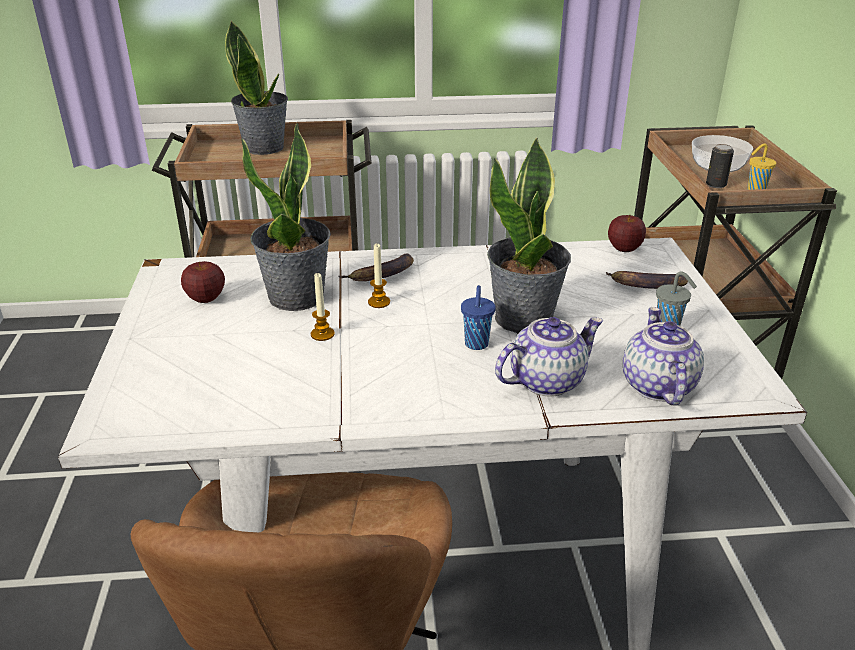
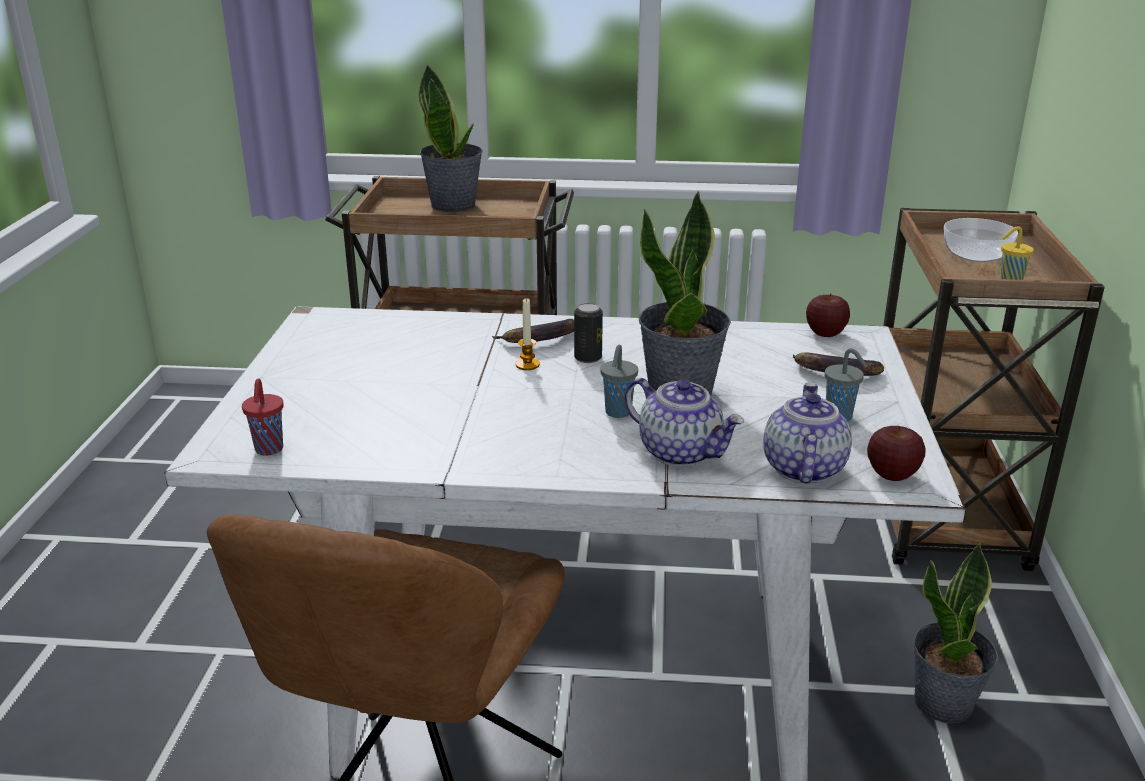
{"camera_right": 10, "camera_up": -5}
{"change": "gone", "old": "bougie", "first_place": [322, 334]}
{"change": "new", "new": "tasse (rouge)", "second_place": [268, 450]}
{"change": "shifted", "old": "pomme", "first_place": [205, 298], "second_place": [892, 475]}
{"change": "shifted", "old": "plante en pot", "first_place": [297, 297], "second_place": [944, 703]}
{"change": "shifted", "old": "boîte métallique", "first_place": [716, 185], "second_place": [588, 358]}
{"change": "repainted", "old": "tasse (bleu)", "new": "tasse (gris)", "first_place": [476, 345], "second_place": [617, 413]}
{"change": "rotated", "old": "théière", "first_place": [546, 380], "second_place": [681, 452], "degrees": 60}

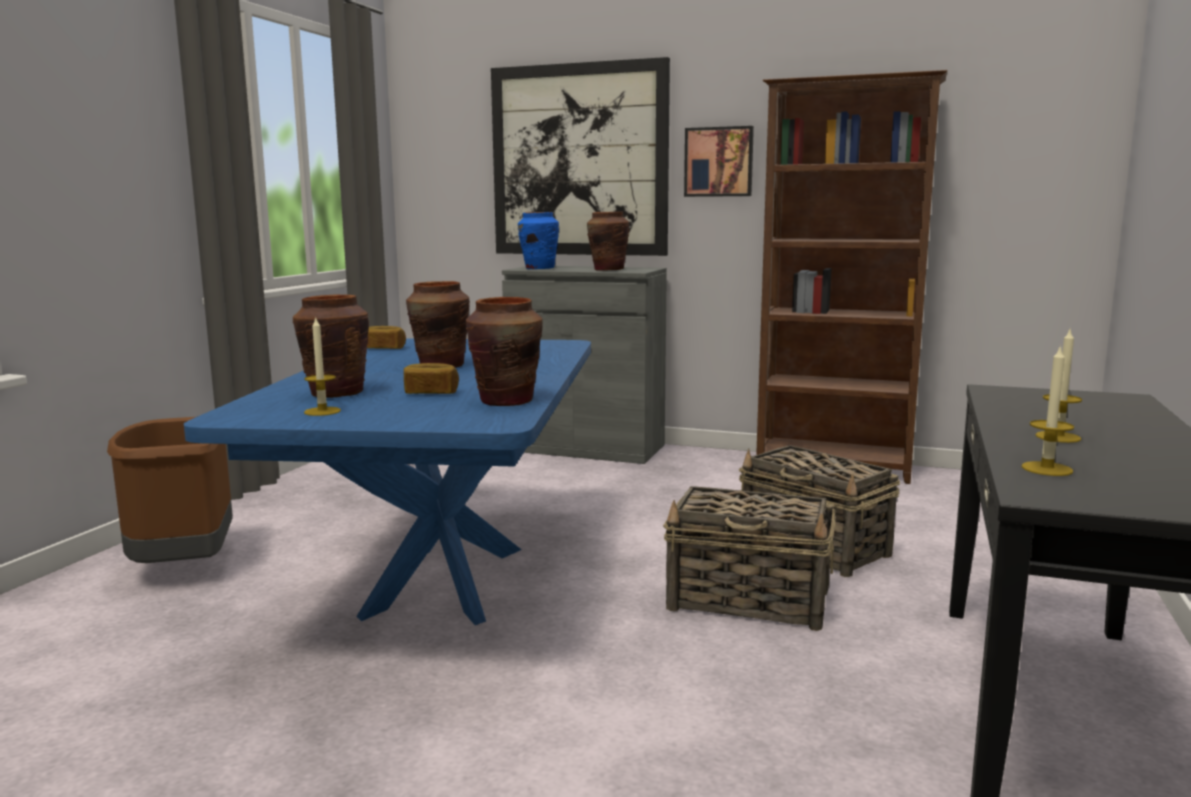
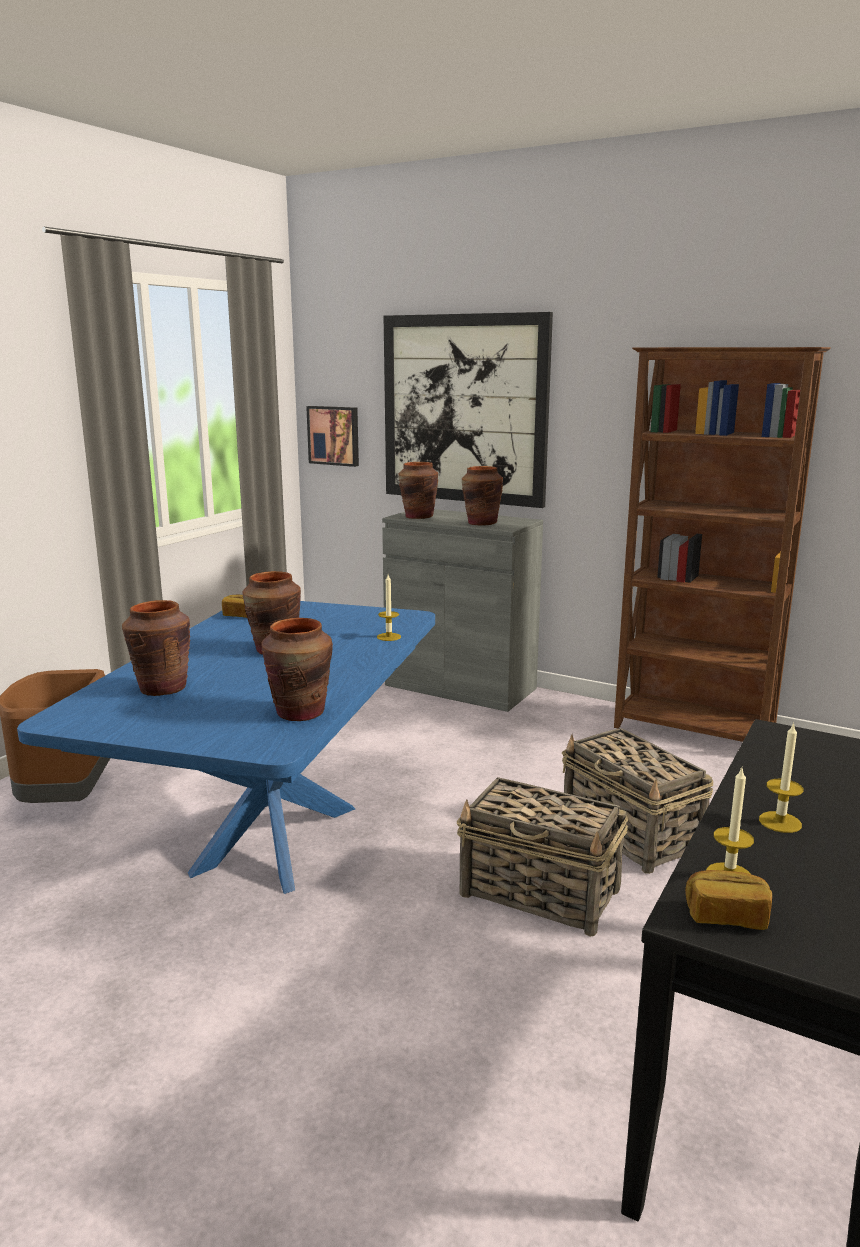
{"camera_right": 10, "camera_up": 5}
{"change": "shifted", "old": "bougie", "first_place": [322, 411], "second_place": [389, 637]}
{"change": "shifted", "old": "pain", "first_place": [431, 393], "second_place": [726, 916]}
{"change": "shifted", "old": "tableau", "first_place": [719, 162], "second_place": [334, 435]}
{"change": "repainted", "old": "vase (bleu)", "new": "vase (marron)", "first_place": [539, 268], "second_place": [418, 517]}

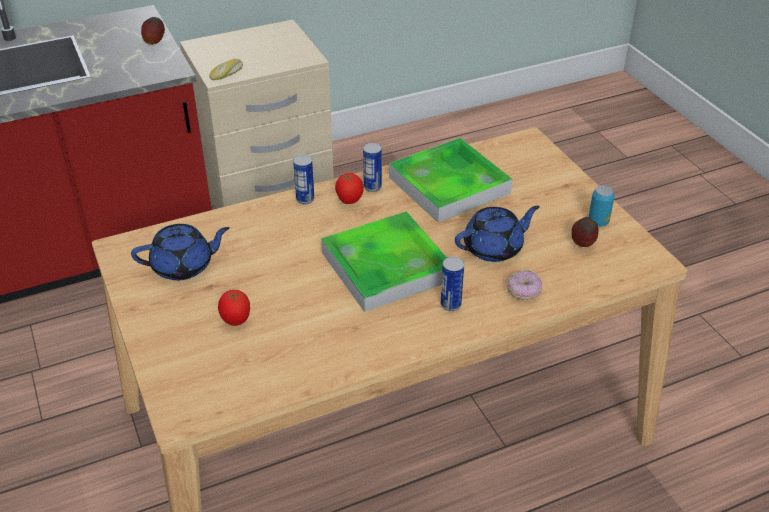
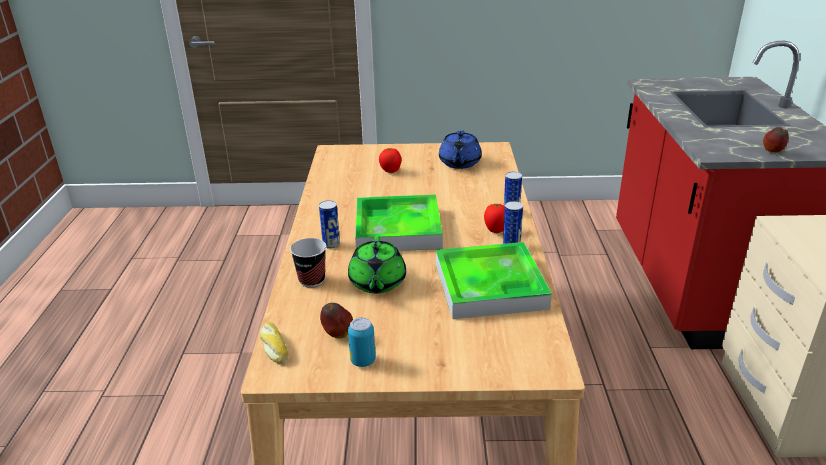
{"camera_right": 115, "camera_up": -10}
{"change": "shifted", "old": "pain", "first_place": [227, 74], "second_place": [273, 347]}
{"change": "swapped", "old": "beignet", "new": "tasse", "first_place": [523, 292], "second_place": [311, 280]}
{"change": "repainted", "old": "théière (bleu)", "new": "théière (vert)", "first_place": [494, 248], "second_place": [377, 283]}

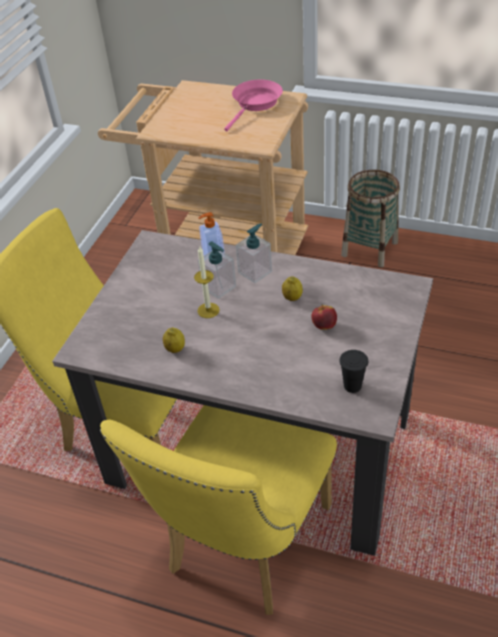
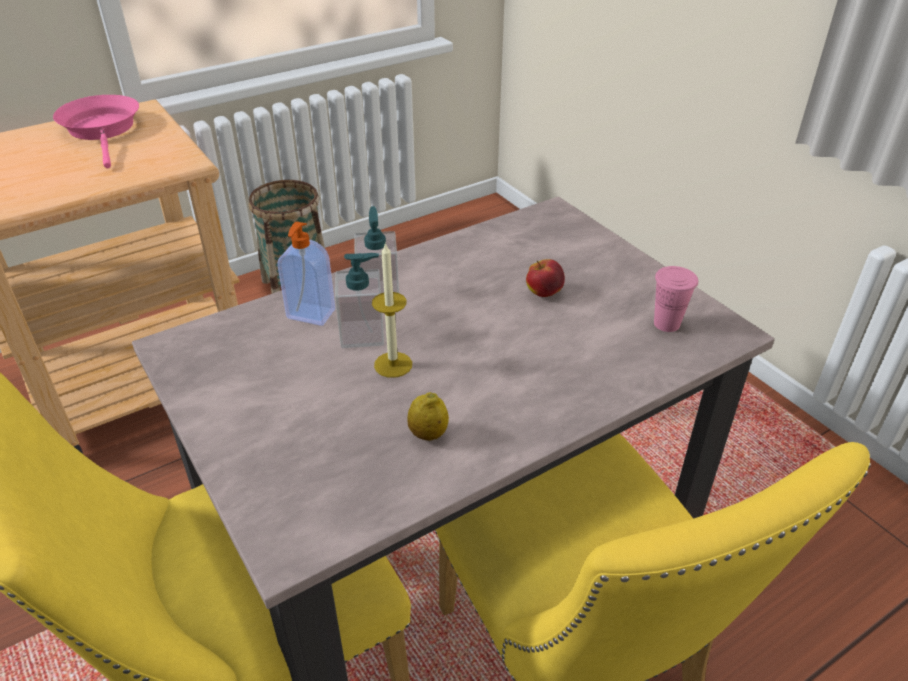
{"camera_right": -55, "camera_up": -5}
{"change": "gone", "old": "citron", "first_place": [292, 298]}
{"change": "repainted", "old": "tasse (noir)", "new": "tasse (rose)", "first_place": [352, 386], "second_place": [666, 324]}

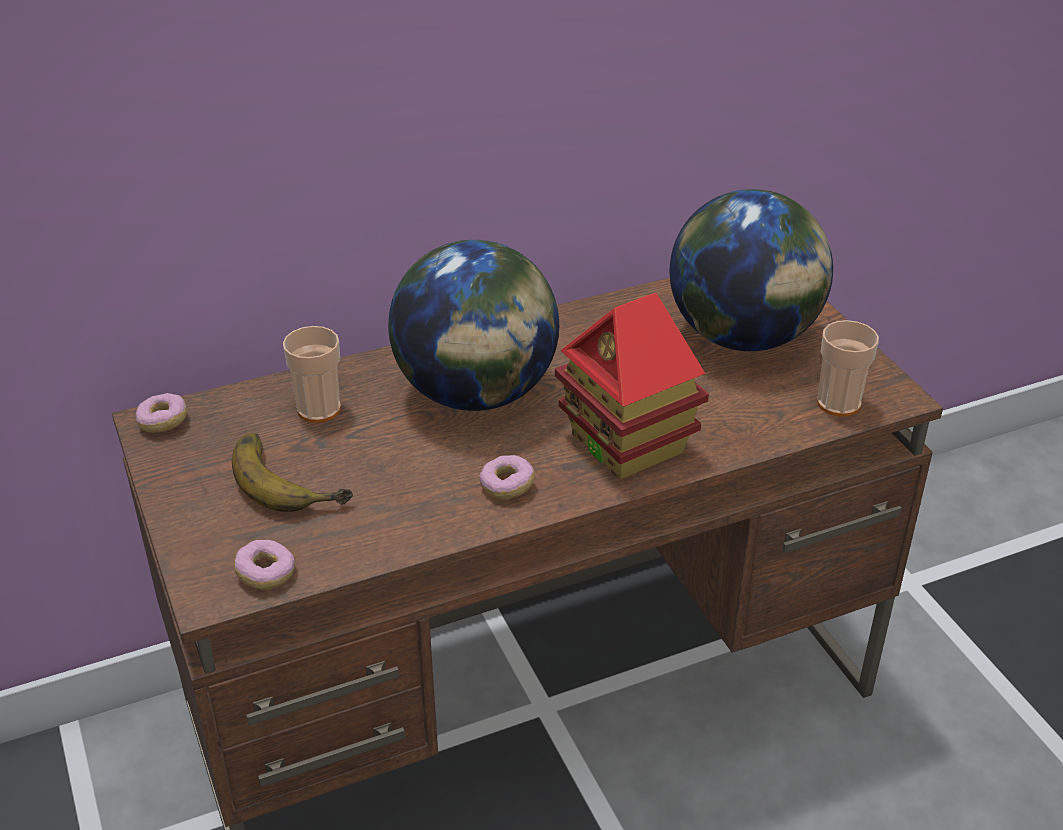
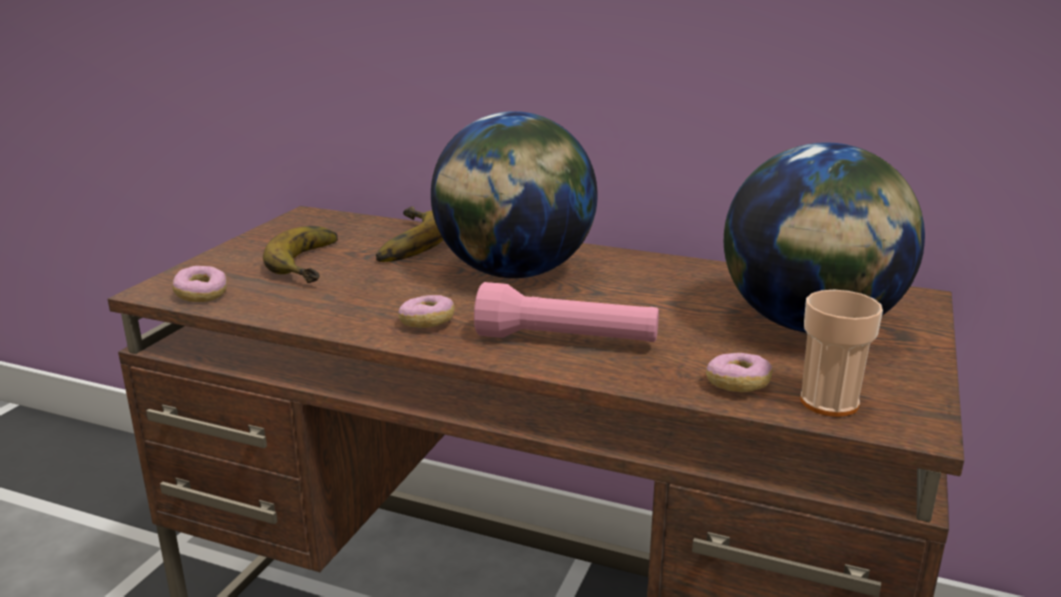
{"camera_right": 45, "camera_up": -15}
{"change": "shifted", "old": "beignet", "first_place": [163, 422], "second_place": [737, 385]}
{"change": "swapped", "old": "tasse", "new": "banane", "first_place": [319, 409], "second_place": [401, 242]}
{"change": "swapped", "old": "maison miniature", "new": "lampe de poche (rose)", "first_place": [627, 444], "second_place": [566, 341]}

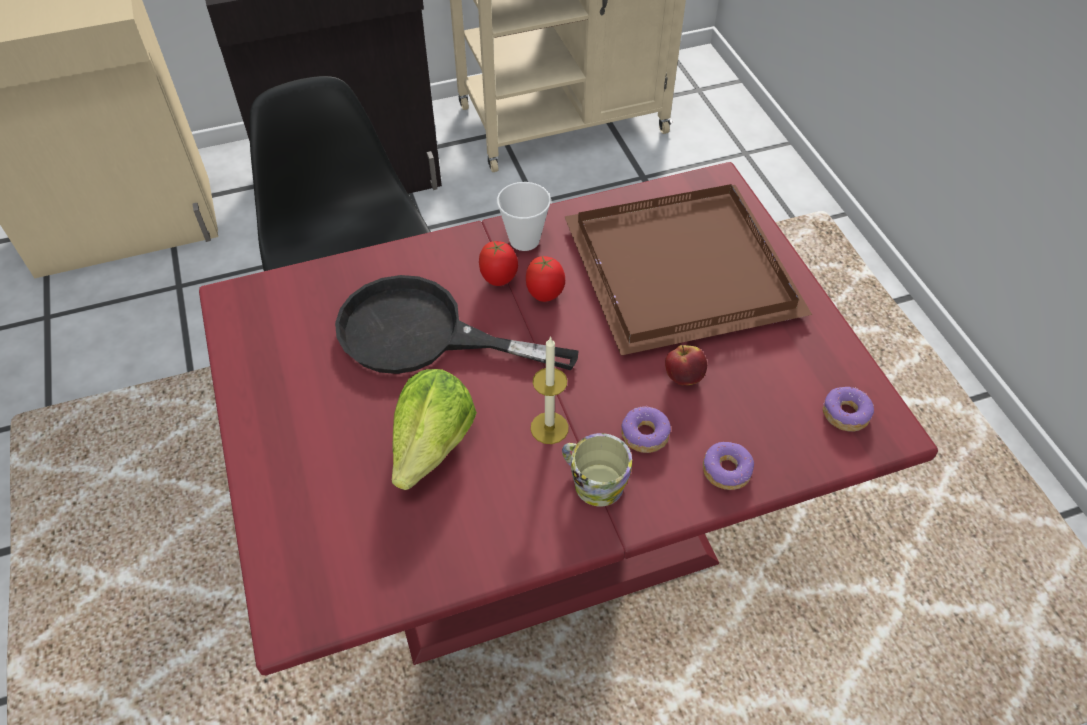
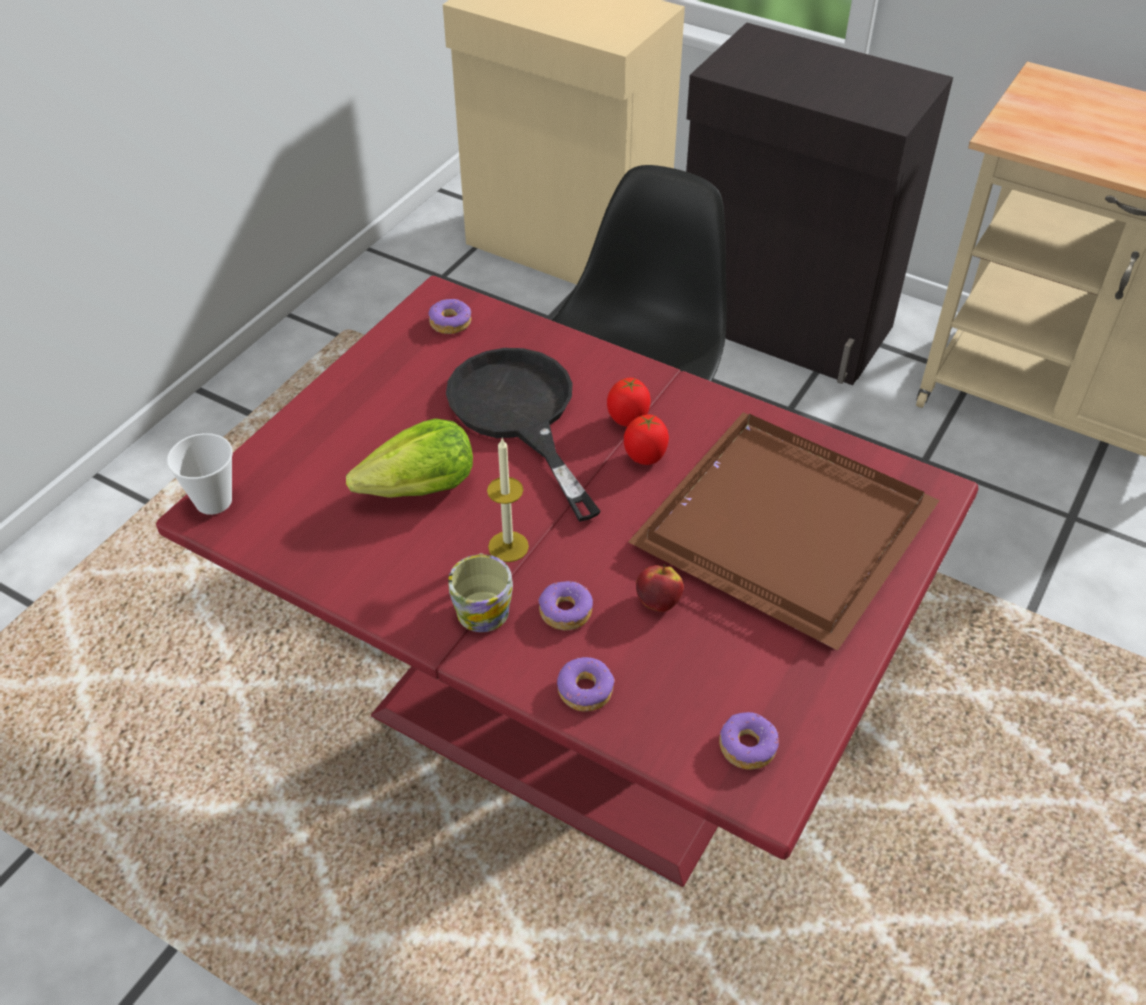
{"camera_right": 50, "camera_up": -5}
{"change": "new", "new": "beignet", "second_place": [450, 322]}
{"change": "shifted", "old": "tasse", "first_place": [524, 240], "second_place": [214, 501]}

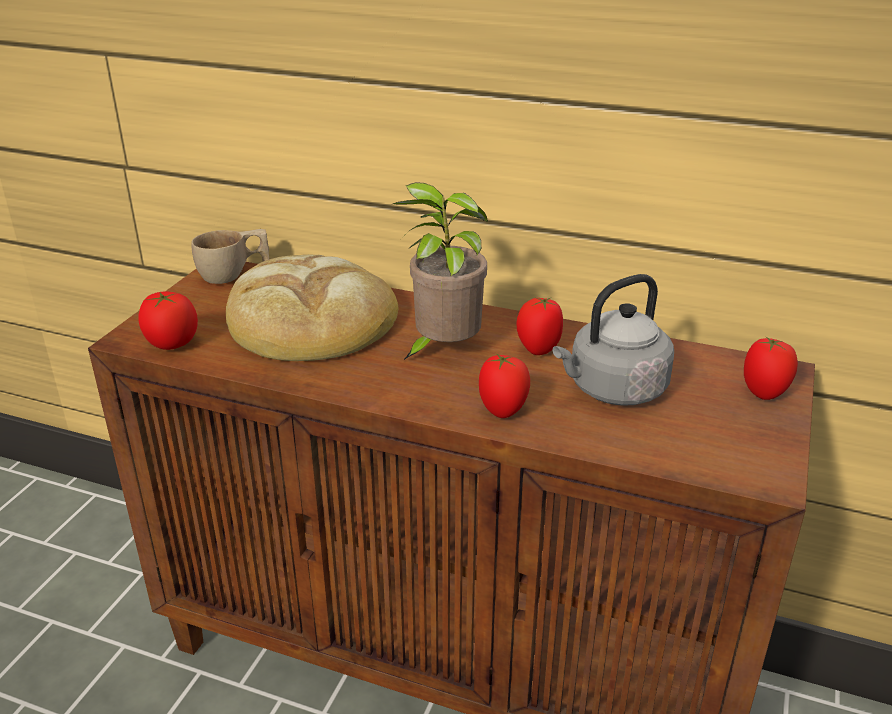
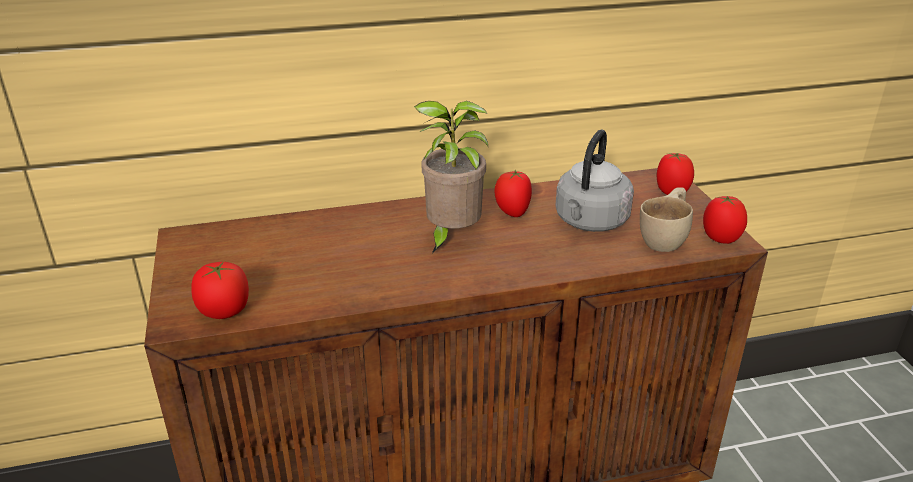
{"camera_right": -35, "camera_up": 0}
{"change": "gone", "old": "pain", "first_place": [310, 319]}
{"change": "shifted", "old": "tasse (beige)", "first_place": [234, 275], "second_place": [666, 238]}
{"change": "shifted", "old": "tomate", "first_place": [503, 410], "second_place": [720, 238]}

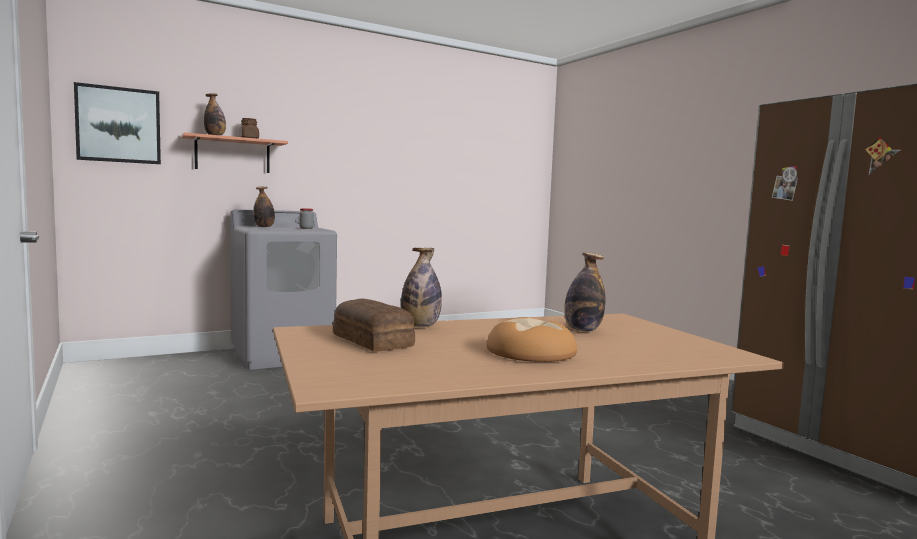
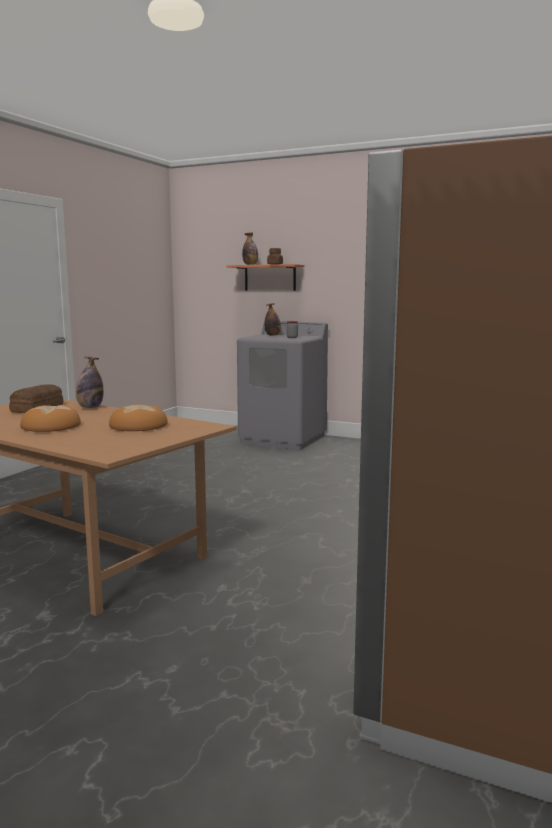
{"camera_right": 55, "camera_up": 5}
{"change": "gone", "old": "tableau", "first_place": [118, 125]}
{"change": "swapped", "old": "bouteille", "new": "pain", "first_place": [582, 330], "second_place": [139, 426]}

